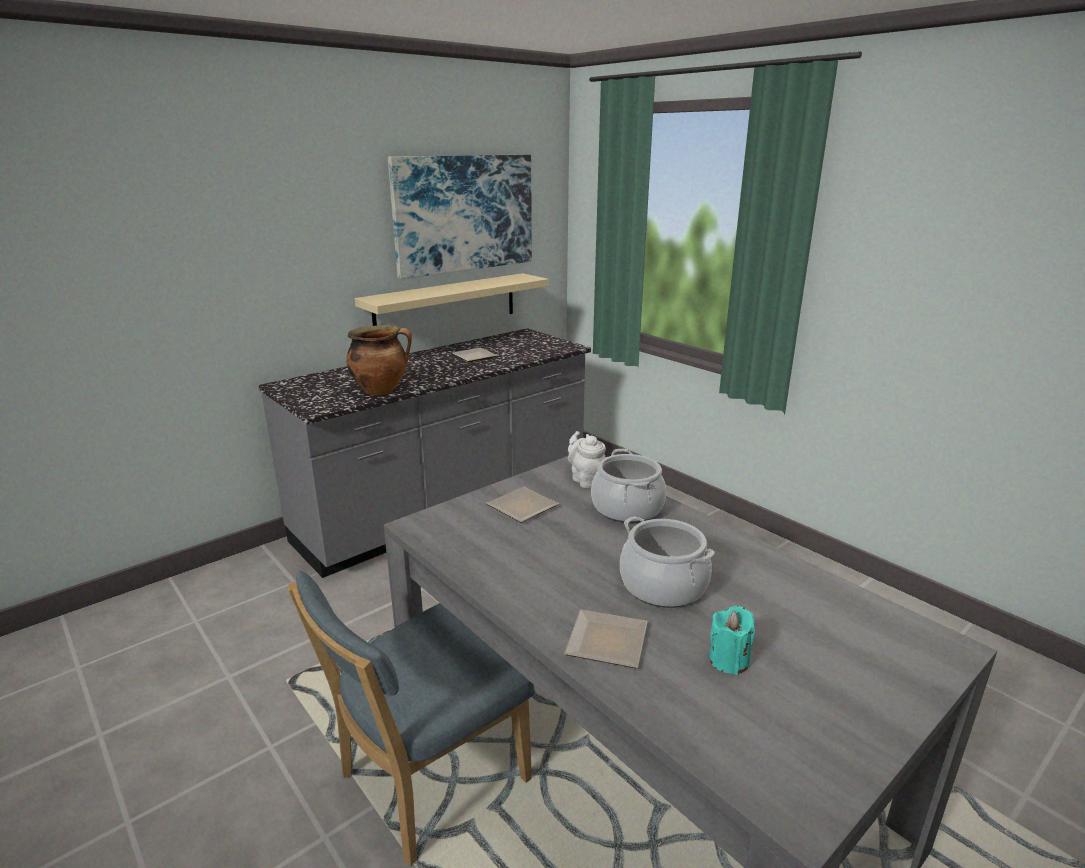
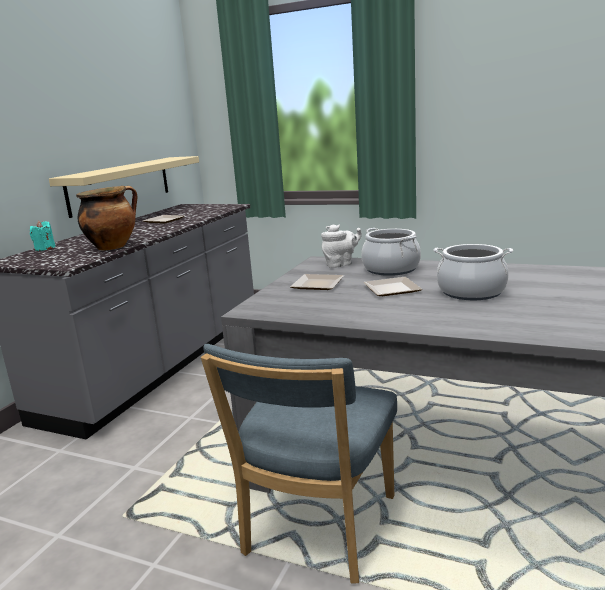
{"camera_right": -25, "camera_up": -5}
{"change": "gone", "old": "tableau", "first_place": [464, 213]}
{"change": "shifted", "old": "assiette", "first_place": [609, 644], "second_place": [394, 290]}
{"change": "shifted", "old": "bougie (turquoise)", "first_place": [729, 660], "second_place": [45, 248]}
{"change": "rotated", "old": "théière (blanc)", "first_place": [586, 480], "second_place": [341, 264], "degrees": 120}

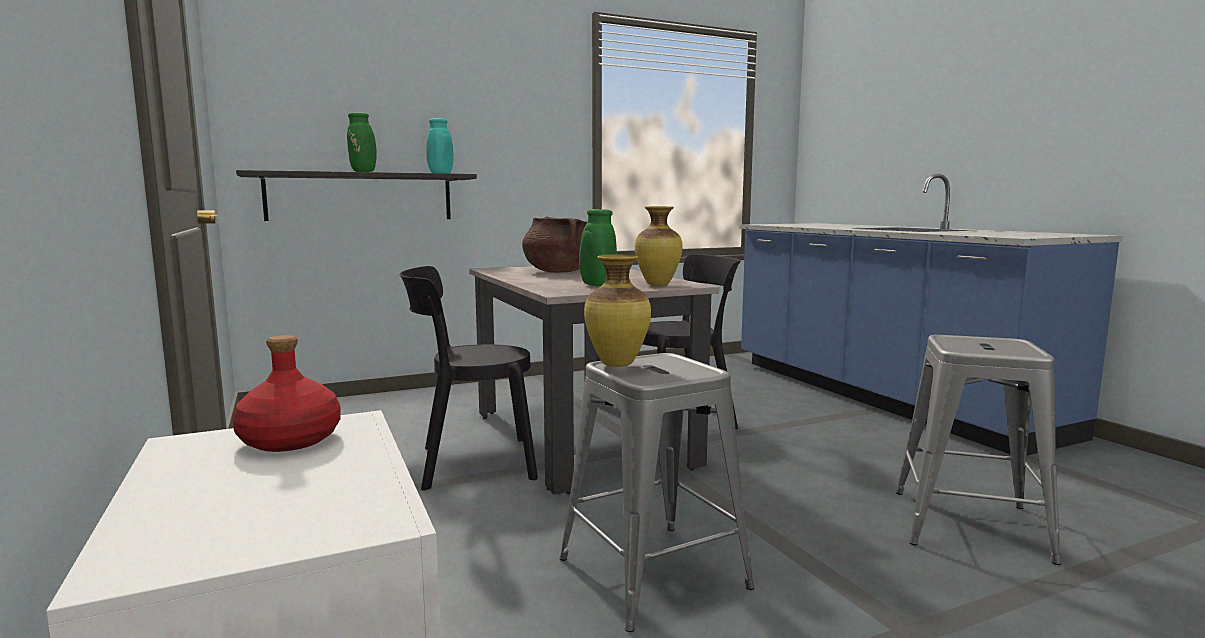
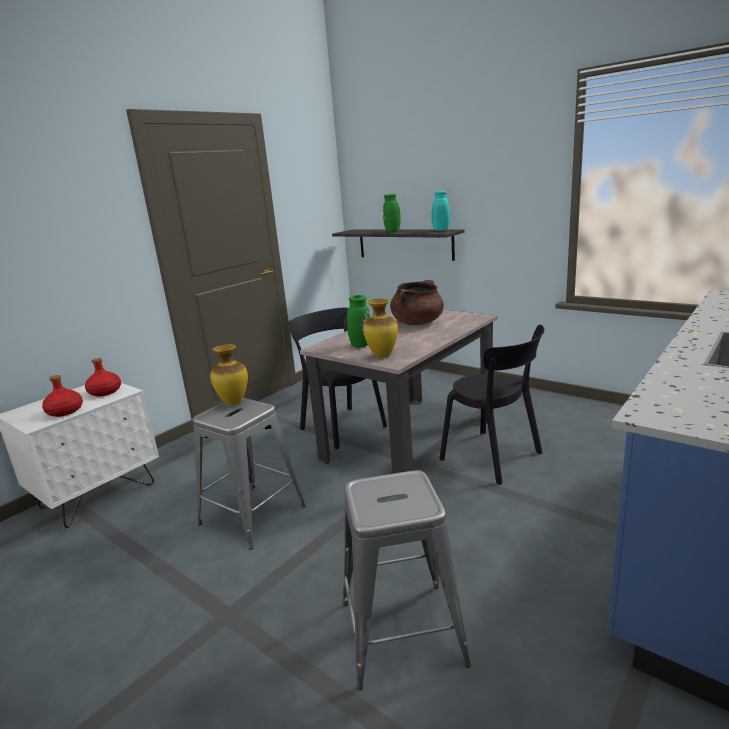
{"camera_right": 65, "camera_up": 10}
{"change": "new", "new": "bouteille (rouge)", "second_place": [65, 411]}

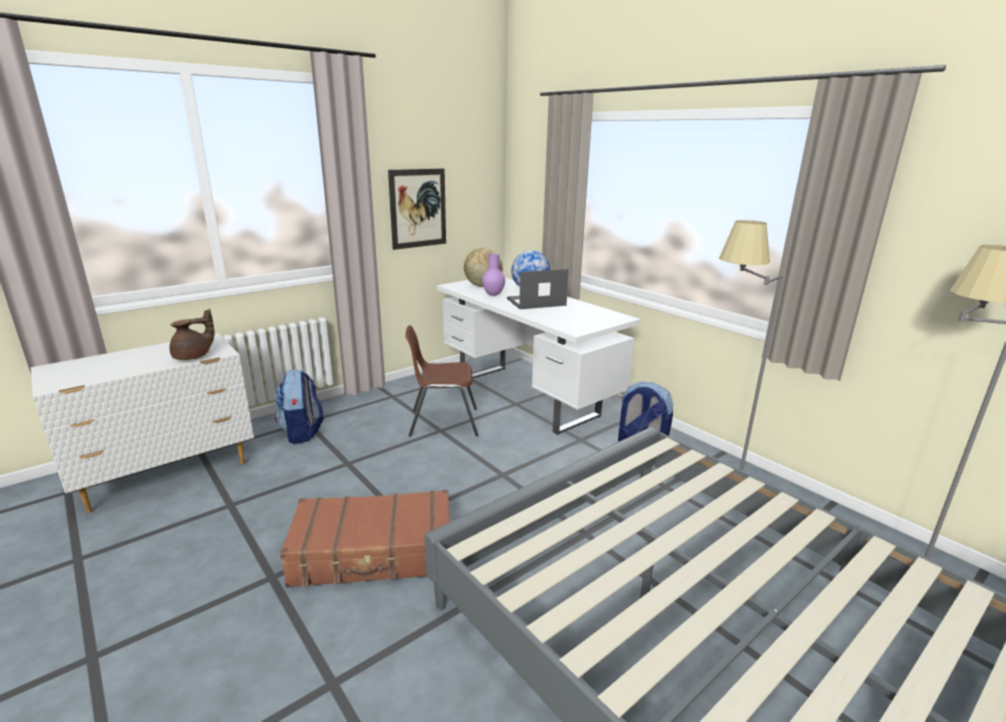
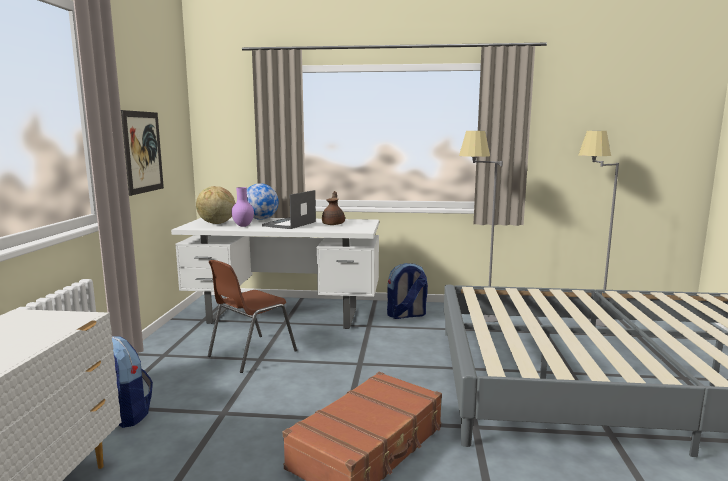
{"camera_right": -45, "camera_up": -10}
{"change": "shifted", "old": "théière (marron)", "first_place": [193, 357], "second_place": [334, 224]}

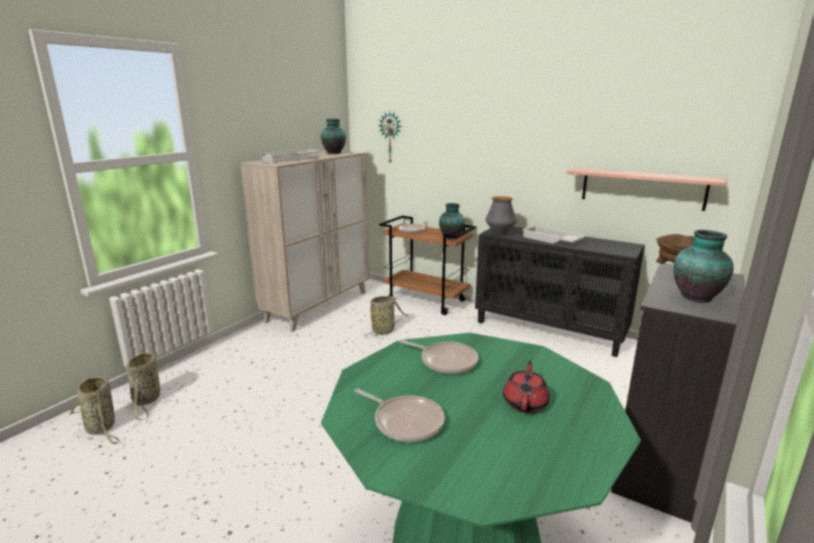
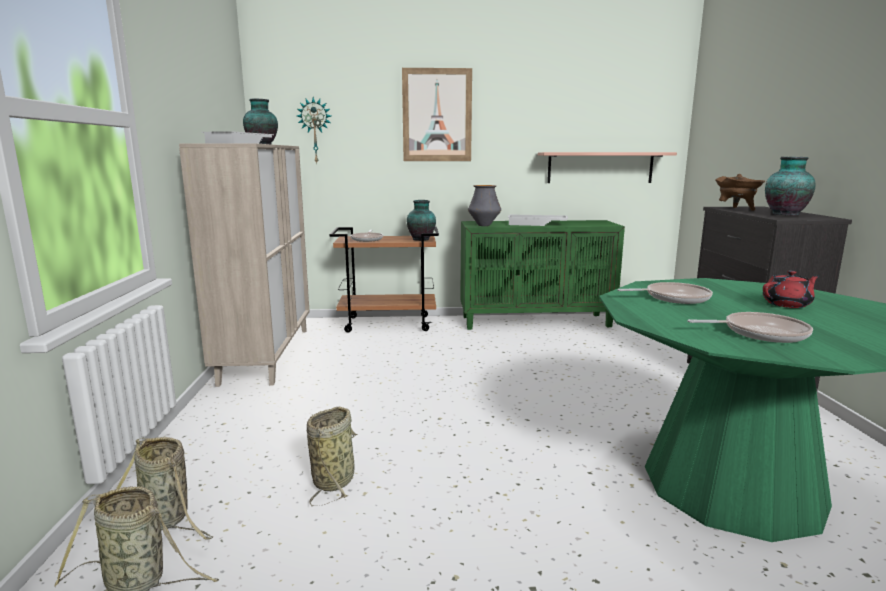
{"camera_right": -35, "camera_up": -5}
{"change": "new", "new": "tableau", "second_place": [437, 115]}
{"change": "shifted", "old": "panier", "first_place": [384, 331], "second_place": [335, 479]}
{"change": "repainted", "old": "meuble de rangement (noir)", "new": "meuble de rangement (vert)", "first_place": [550, 330], "second_place": [536, 321]}
{"change": "rotated", "old": "théière (rouge)", "first_place": [525, 403], "second_place": [787, 304], "degrees": 90}

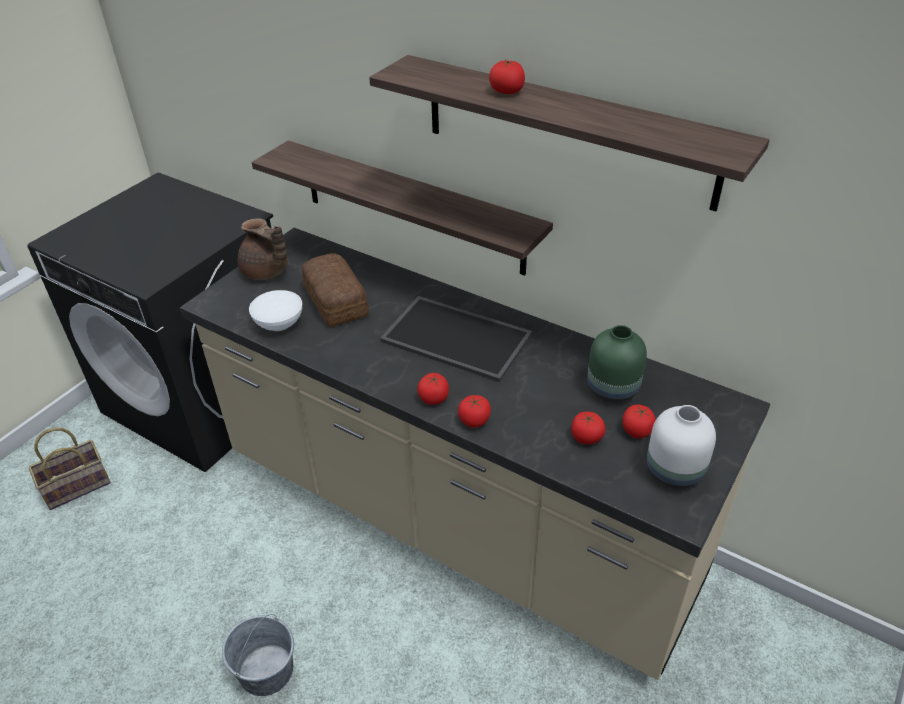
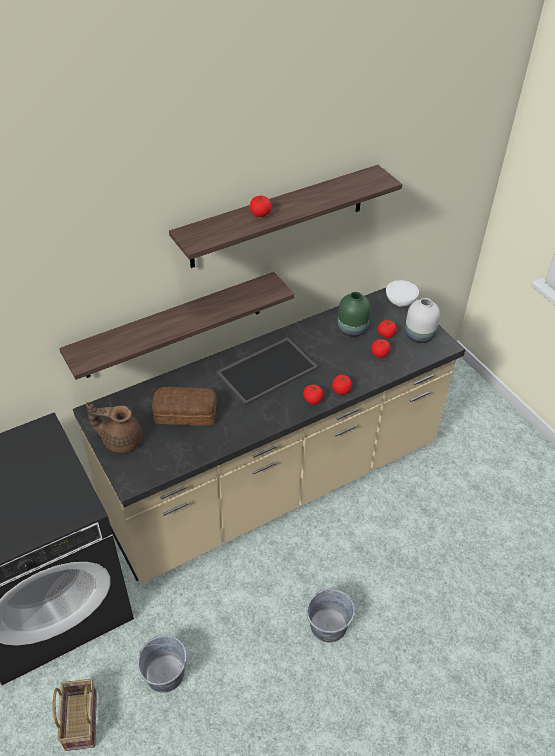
{"camera_right": -65, "camera_up": 5}
{"change": "new", "new": "seau (gris)", "second_place": [164, 673]}
{"change": "shifted", "old": "bol (blanc)", "first_place": [279, 323], "second_place": [400, 301]}
{"change": "rotated", "old": "théière (marron)", "first_place": [266, 272], "second_place": [121, 440], "degrees": -150}

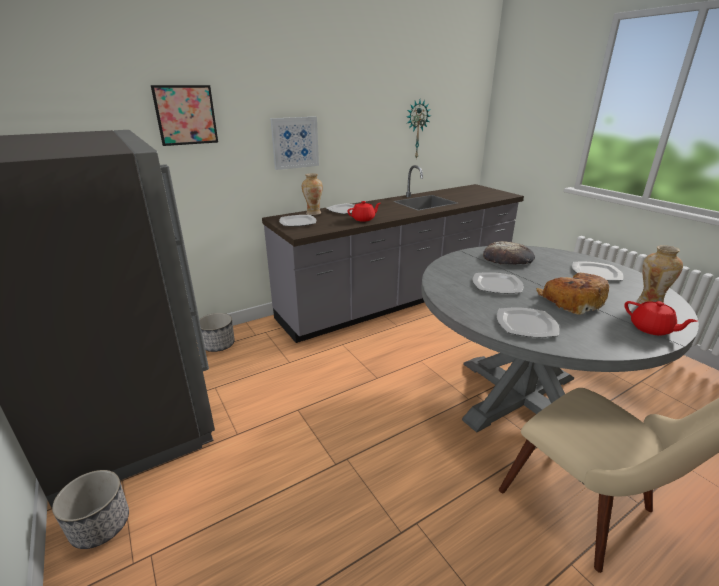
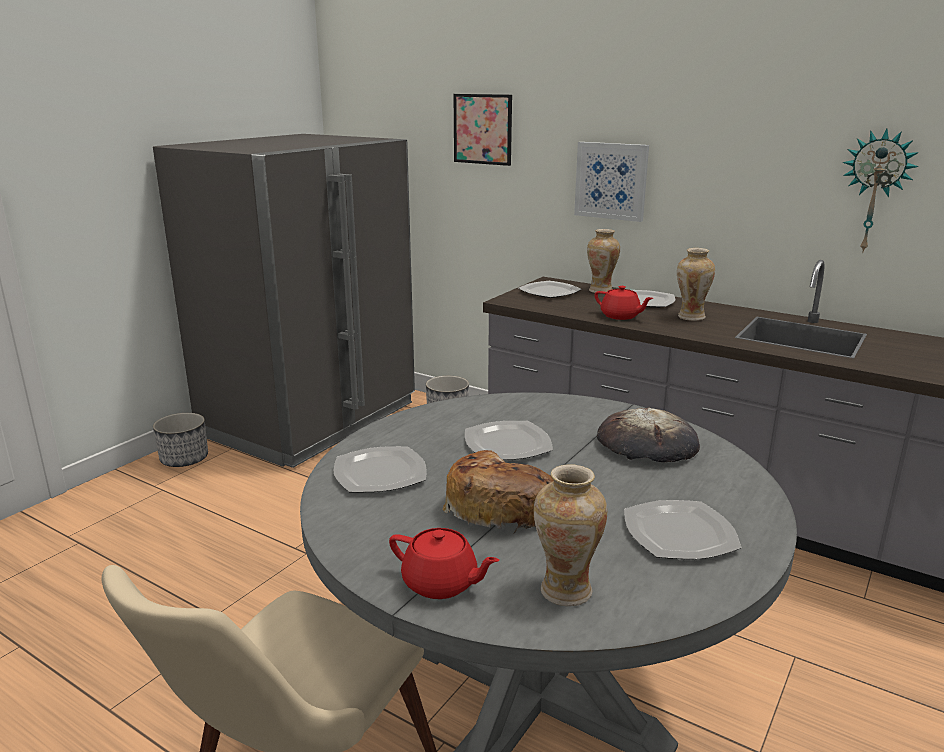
{"camera_right": 65, "camera_up": -5}
{"change": "new", "new": "vase", "second_place": [690, 317]}
{"change": "rotated", "old": "théière (rouge)", "first_place": [651, 329], "second_place": [441, 583], "degrees": -90}

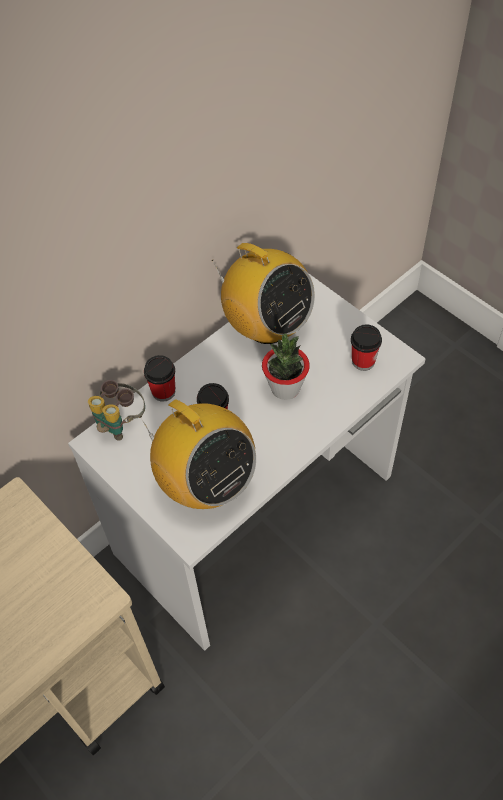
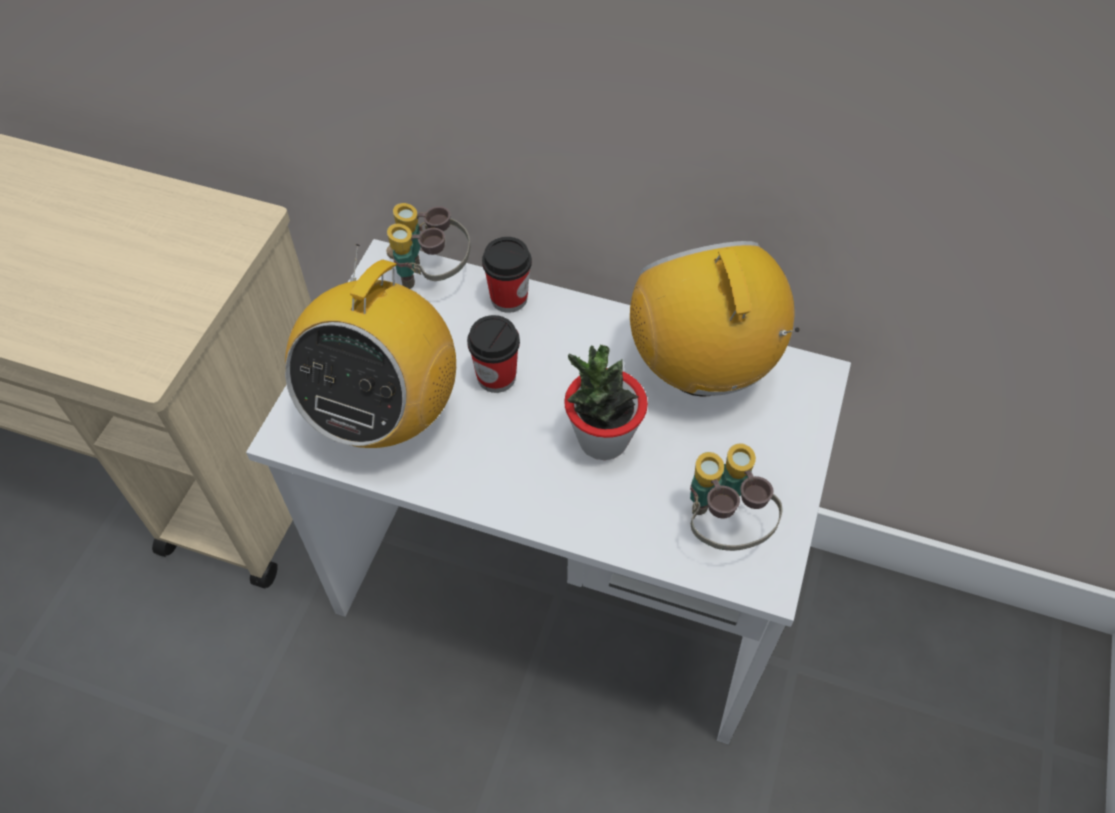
{"camera_right": 60, "camera_up": 0}
{"change": "swapped", "old": "tasse", "new": "jumelles", "first_place": [363, 361], "second_place": [723, 526]}
{"change": "rotated", "old": "radio", "first_place": [267, 327], "second_place": [701, 368], "degrees": 150}

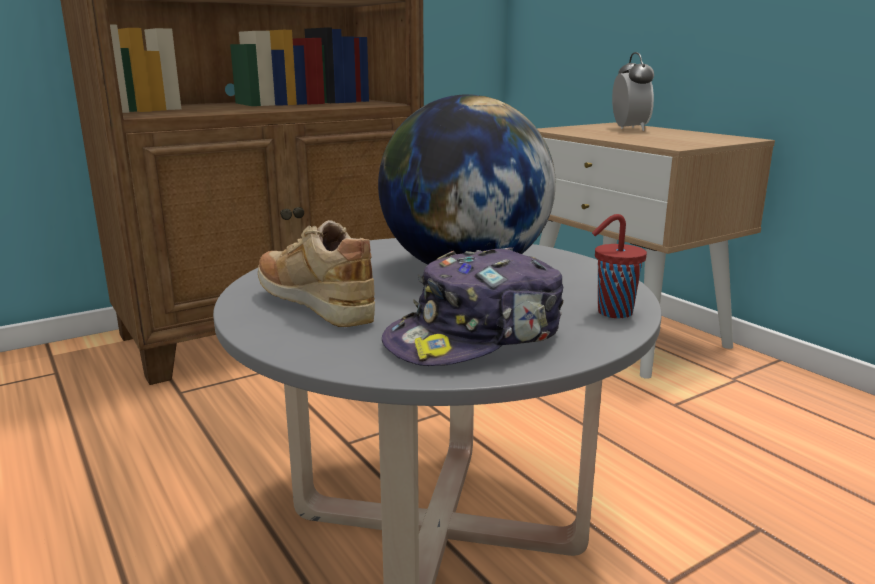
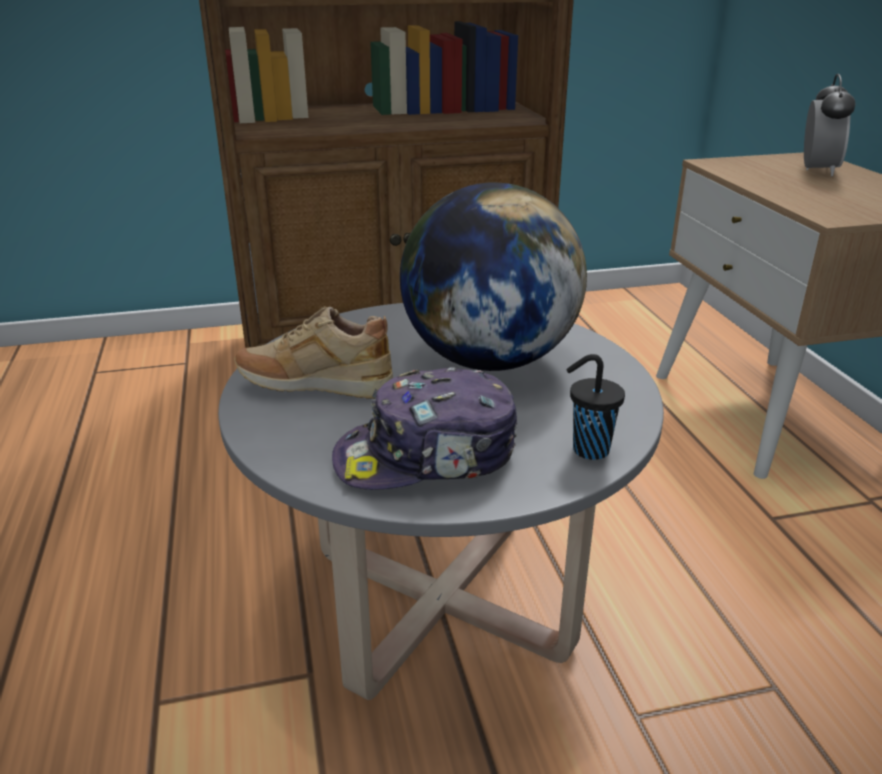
{"camera_right": 20, "camera_up": 10}
{"change": "repainted", "old": "tasse (rouge)", "new": "tasse (noir)", "first_place": [612, 313], "second_place": [588, 450]}
{"change": "rotated", "old": "chaussure (beige)", "first_place": [316, 306], "second_place": [315, 388], "degrees": -60}

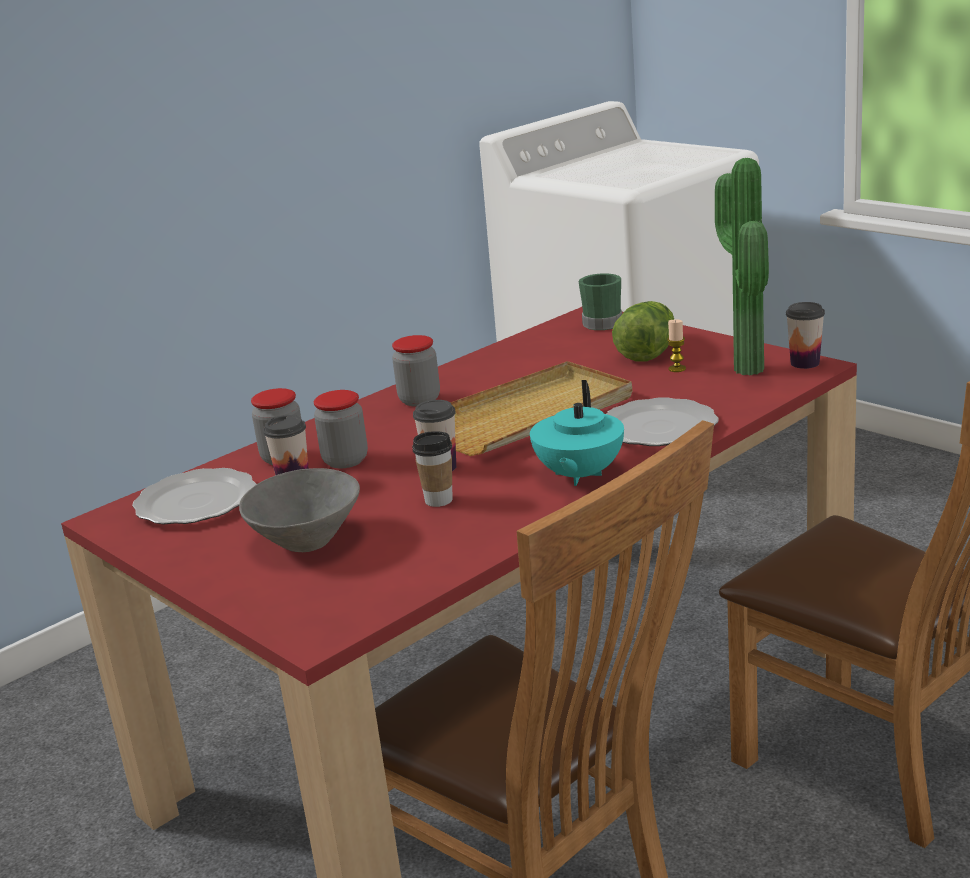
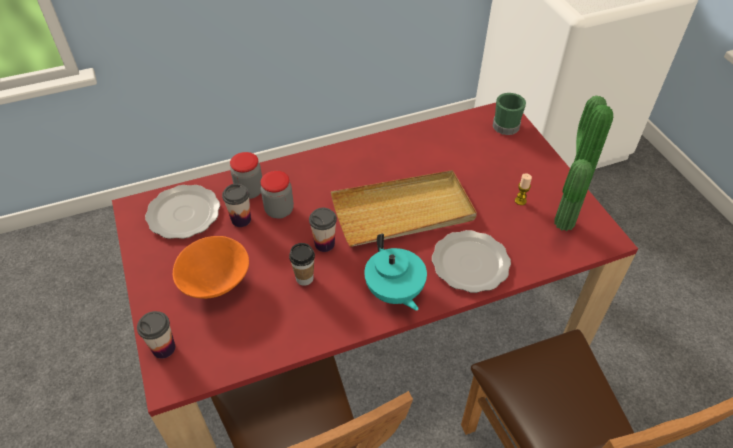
{"camera_right": 20, "camera_up": 25}
{"change": "gone", "old": "bocal", "first_place": [419, 400]}
{"change": "gone", "old": "laitue", "first_place": [646, 351]}
{"change": "shifted", "old": "tasse", "first_place": [805, 363], "second_place": [163, 348]}
{"change": "repainted", "old": "bol (gris)", "new": "bol (orange)", "first_place": [305, 541], "second_place": [215, 284]}
{"change": "rotated", "old": "théière (turquoise)", "first_place": [578, 475], "second_place": [394, 292], "degrees": -60}

